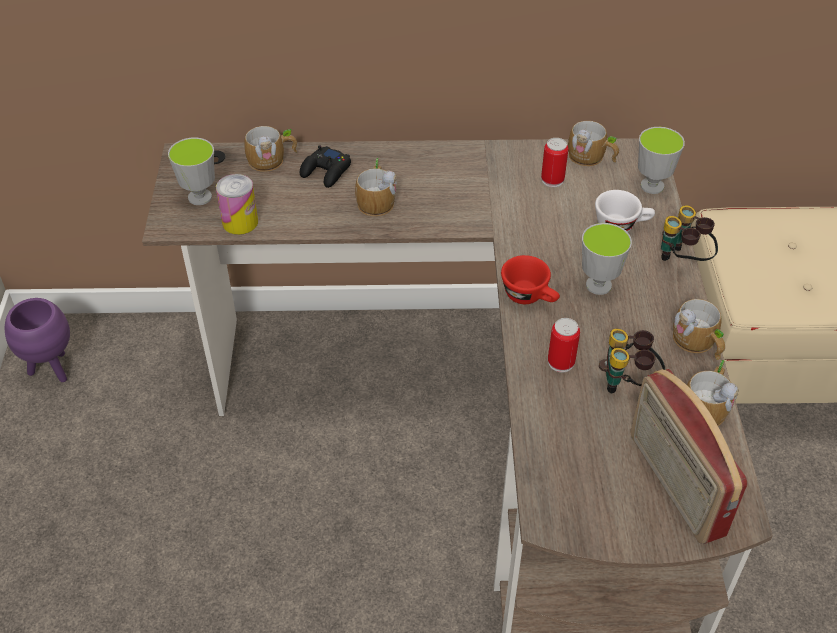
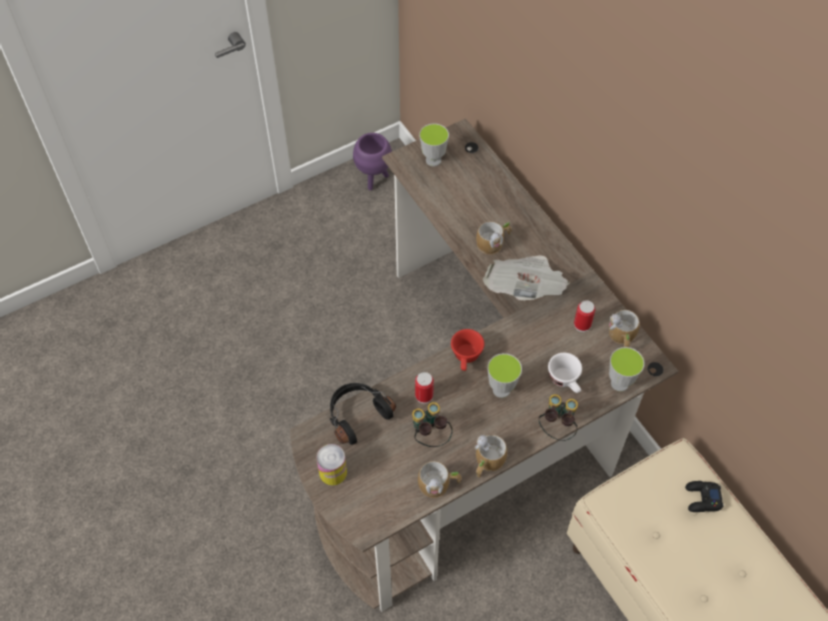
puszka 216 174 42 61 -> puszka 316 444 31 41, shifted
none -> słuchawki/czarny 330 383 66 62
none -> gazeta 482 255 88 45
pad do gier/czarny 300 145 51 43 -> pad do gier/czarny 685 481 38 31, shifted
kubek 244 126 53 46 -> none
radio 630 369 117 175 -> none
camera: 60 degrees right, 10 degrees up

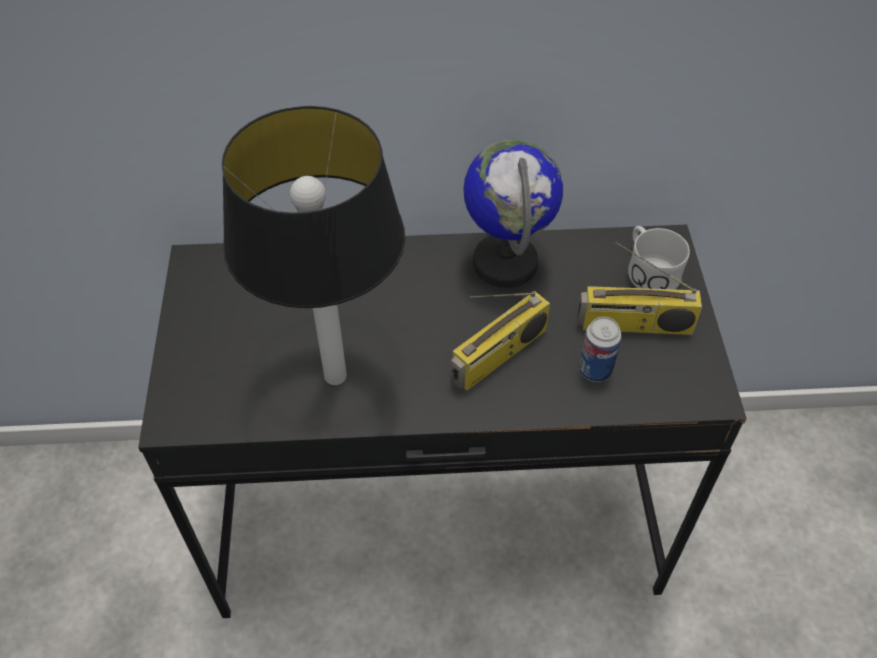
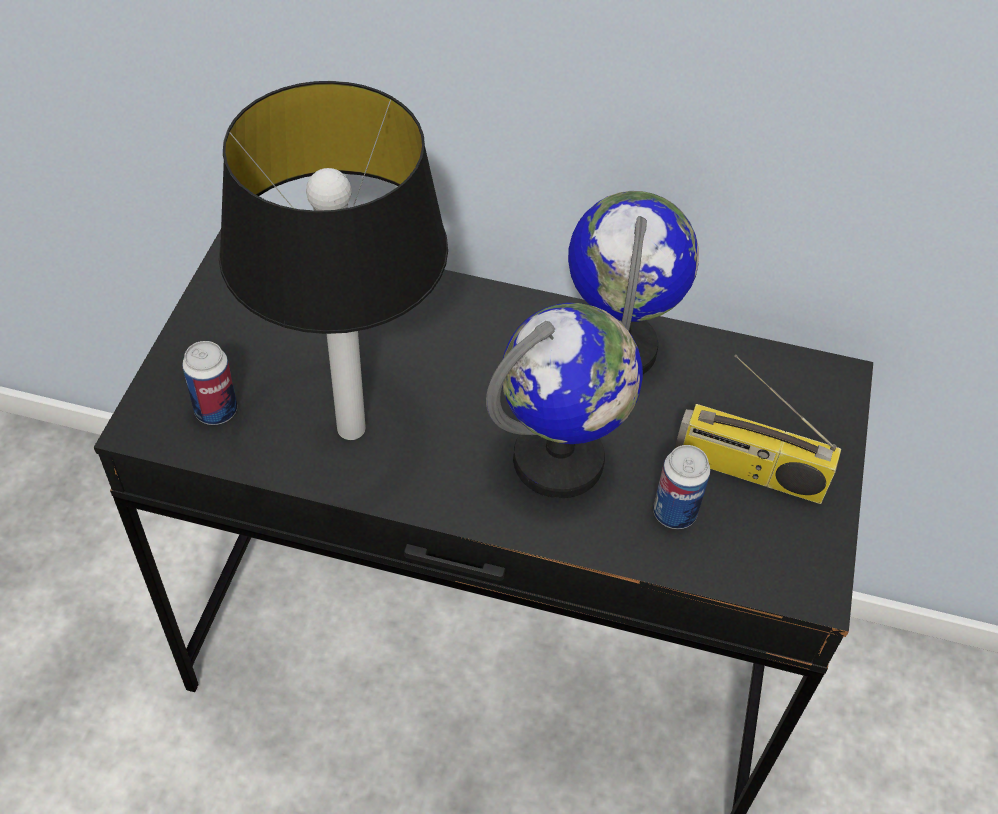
none -> puszka 182 341 55 84
radio 451 291 99 100 -> globus 486 303 157 195
kubek/biały 628 226 62 64 -> none
camera: 15 degrees right, 0 degrees up

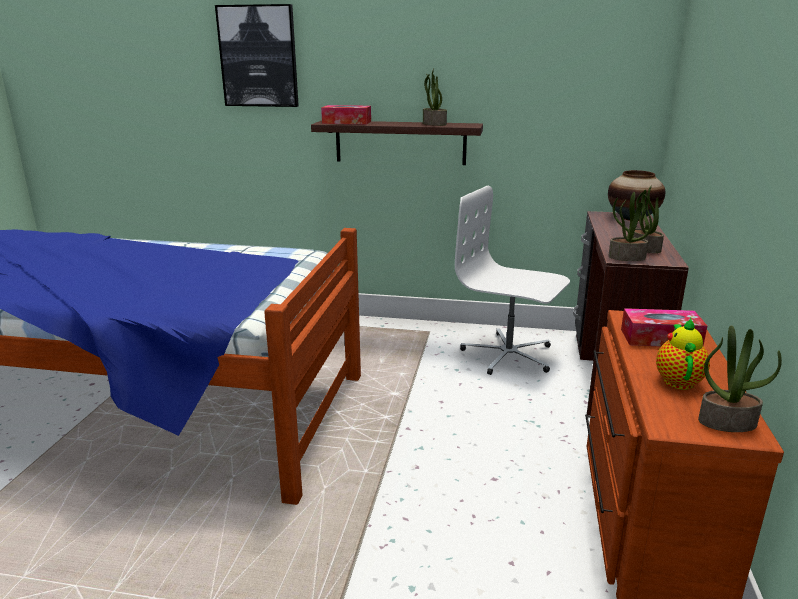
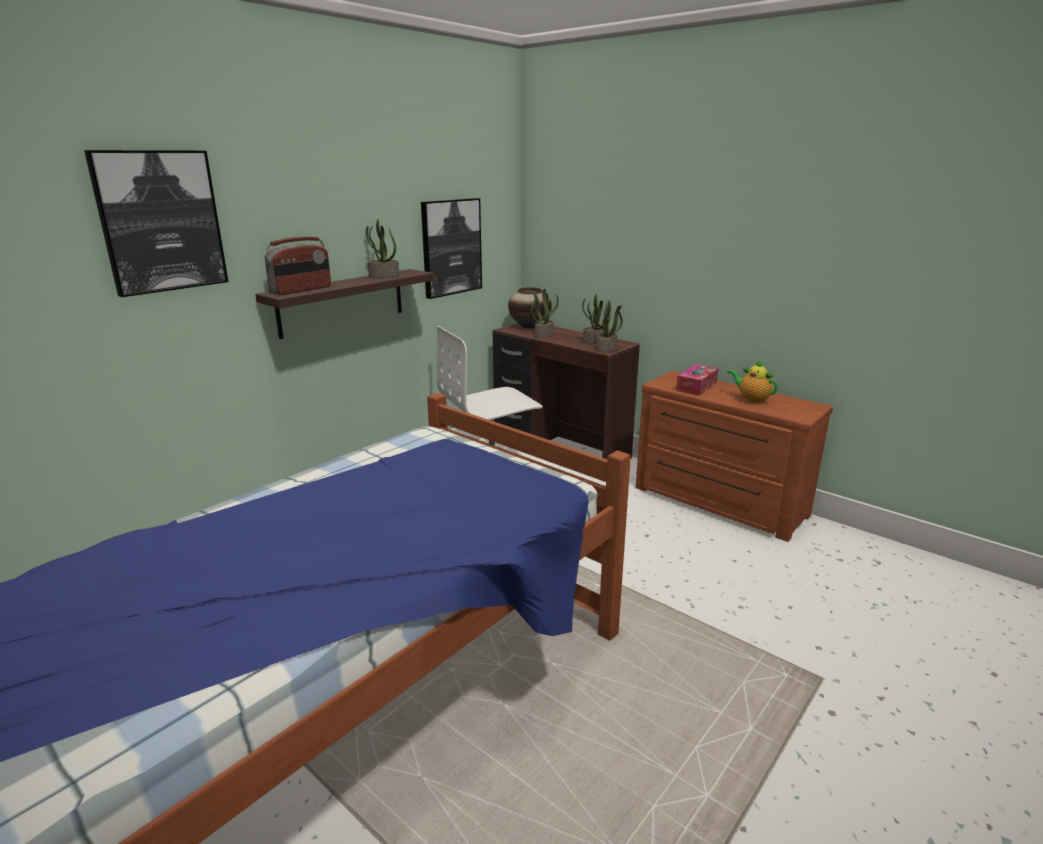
pudełko chusteczek 321 105 50 19 -> radio 265 237 66 58
none -> obraz 421 198 61 101
roślina doniczkowa 698 325 84 107 -> roślina doniczkowa 530 289 29 49, shifted
camera: 60 degrees left, 0 degrees up

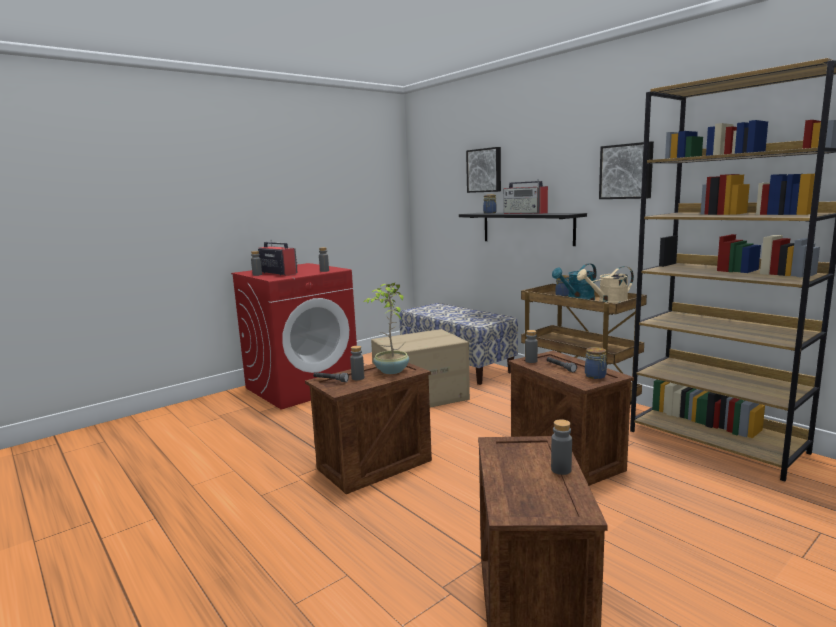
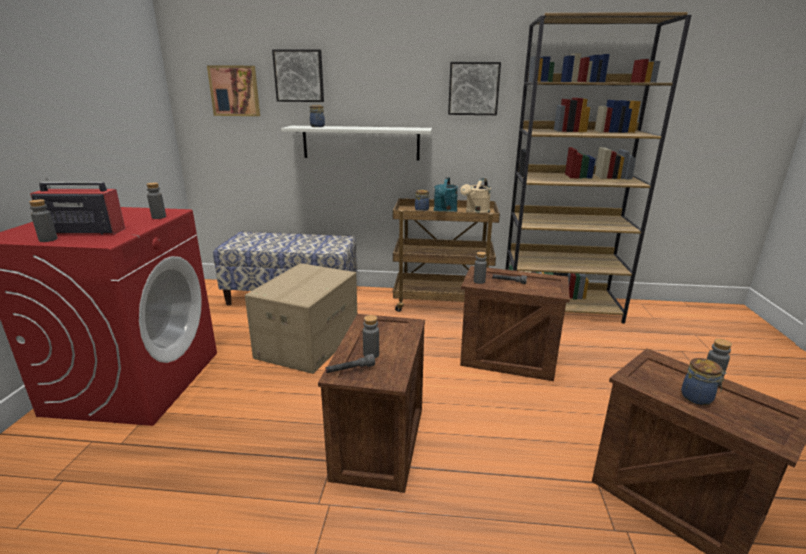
none -> obraz 207 65 53 51
półka/czarny 459 213 128 33 -> półka/biały 281 126 151 34
słoik 585 347 22 32 -> słoik 681 358 45 47, shifted
roślina doniczkowa 364 283 45 91 -> none
radio 504 179 44 35 -> none
camera: 45 degrees left, 10 degrees up

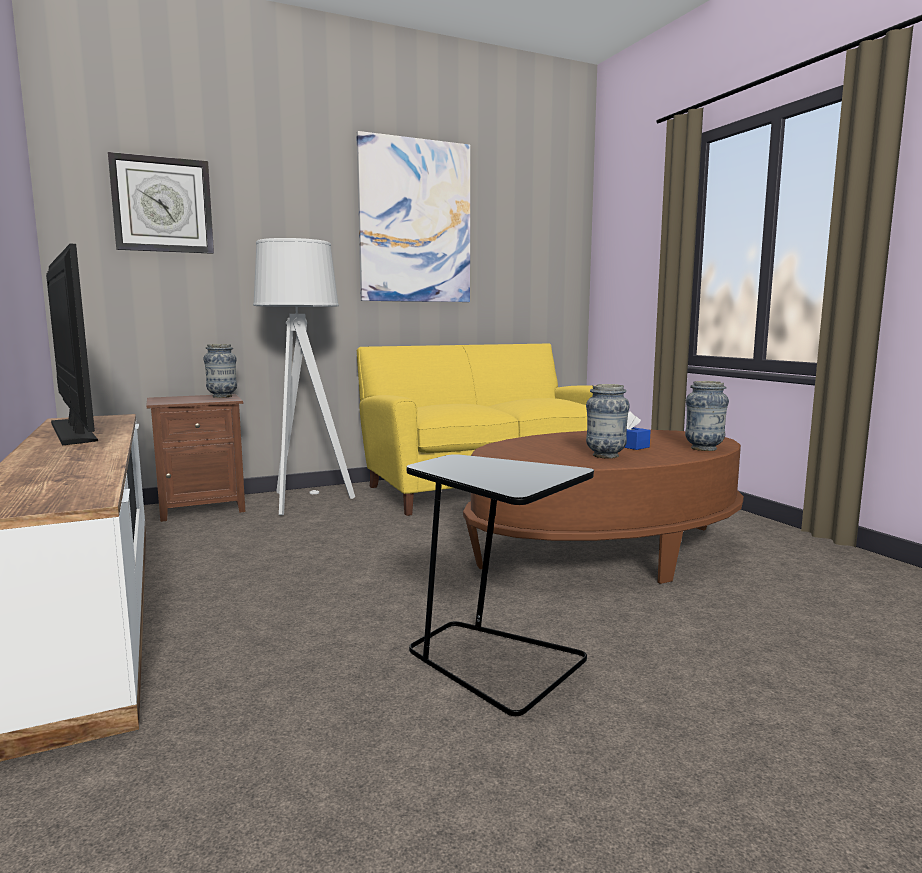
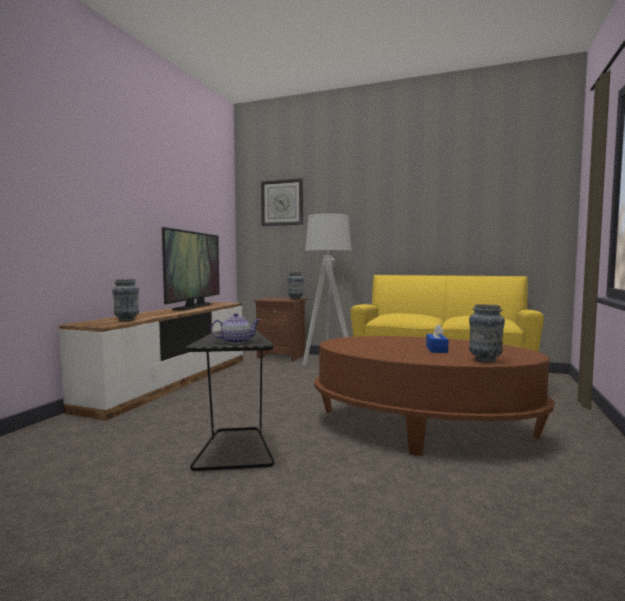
wazon 586 384 44 75 -> wazon 112 279 27 42, shifted
none -> imbryk 211 313 49 31
obraz 356 131 114 171 -> none
camera: 45 degrees right, 5 degrees down

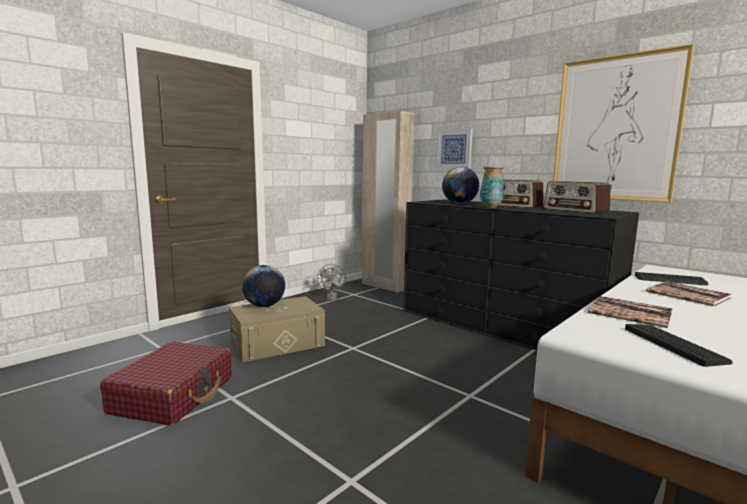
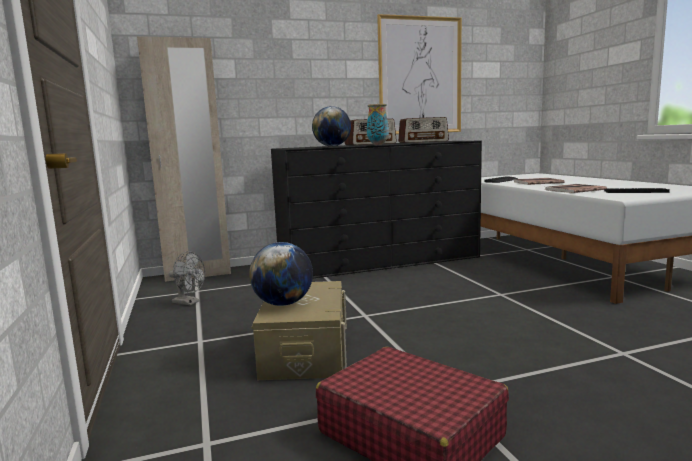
obraz 436 128 37 41 -> none
camera: 60 degrees left, 0 degrees up

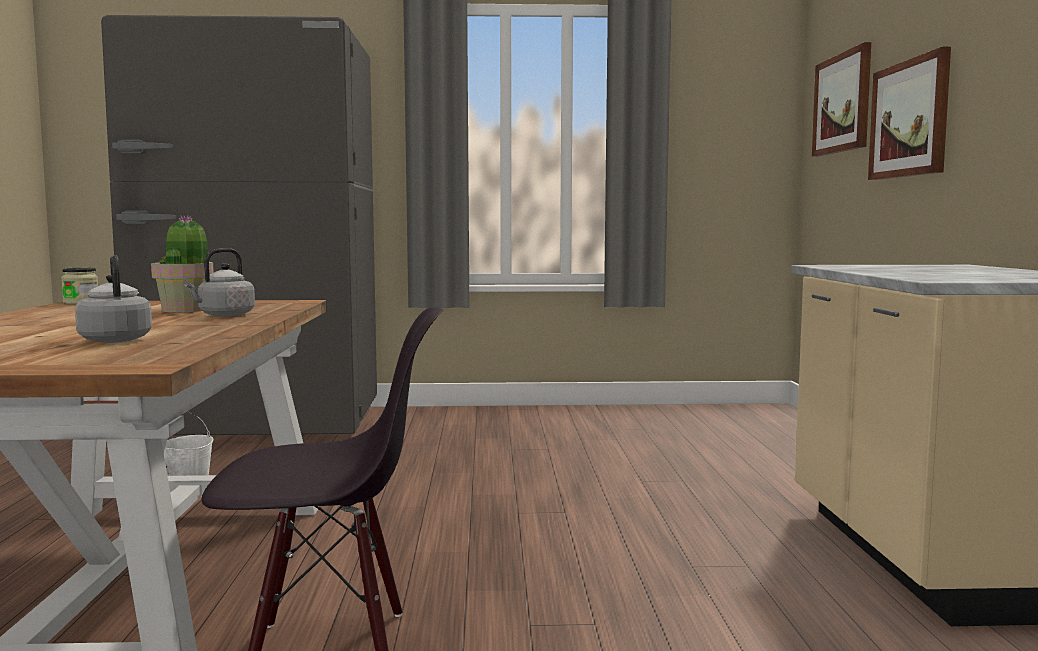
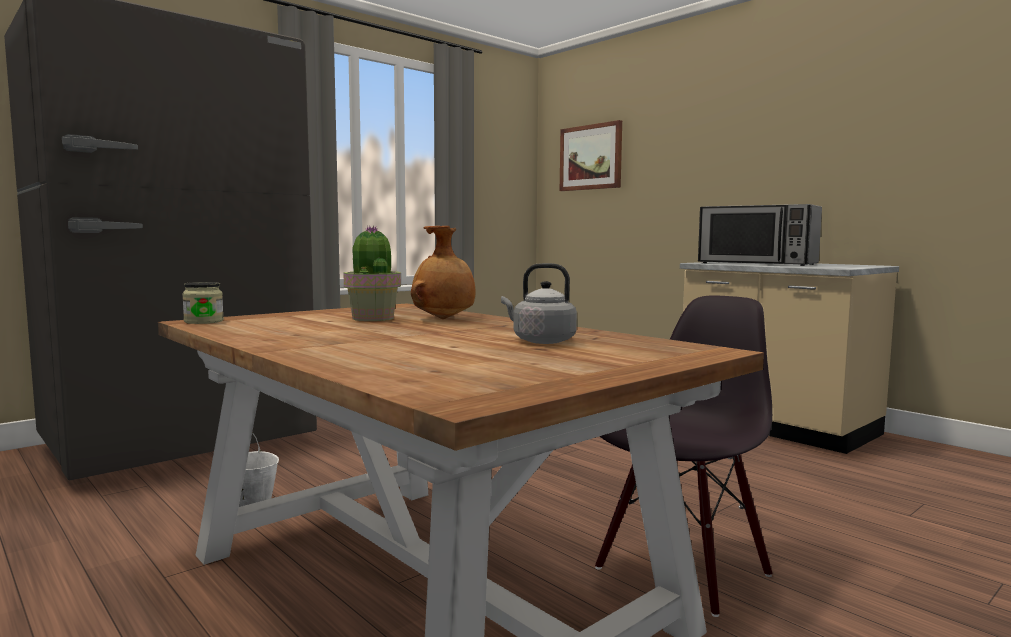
czajnik/szary 183 248 72 69 -> wazon/brązowy 411 226 64 93
none -> mikrofalówka 698 204 124 62
obraz 868 47 83 133 -> none
camera: 40 degrees left, 0 degrees up

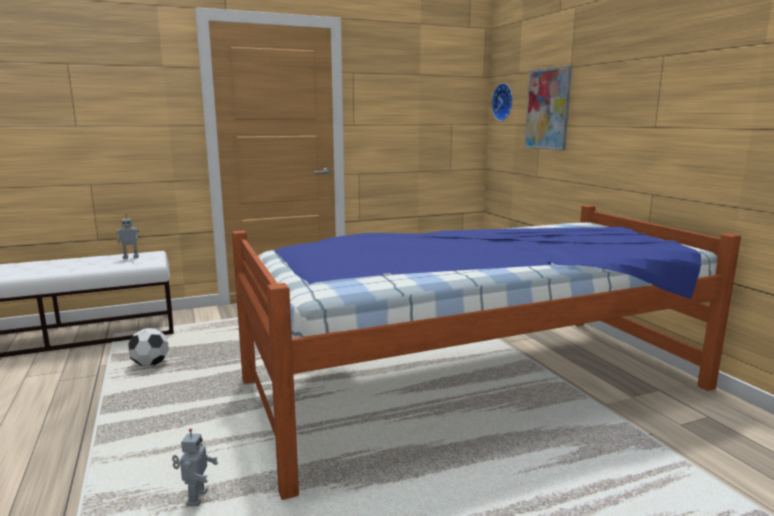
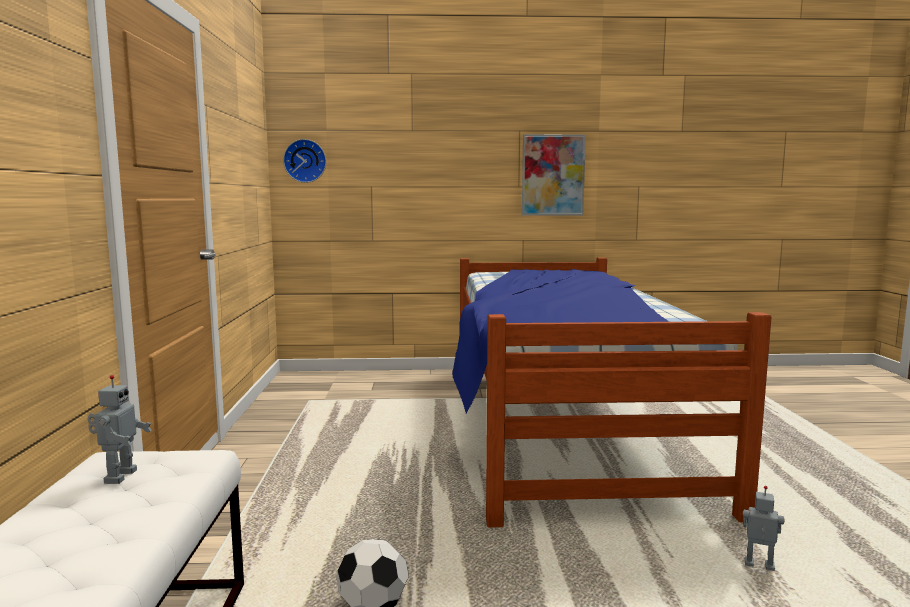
obraz 525 65 47 86 -> obraz 522 134 64 82, shifted
camera: 70 degrees left, 5 degrees down

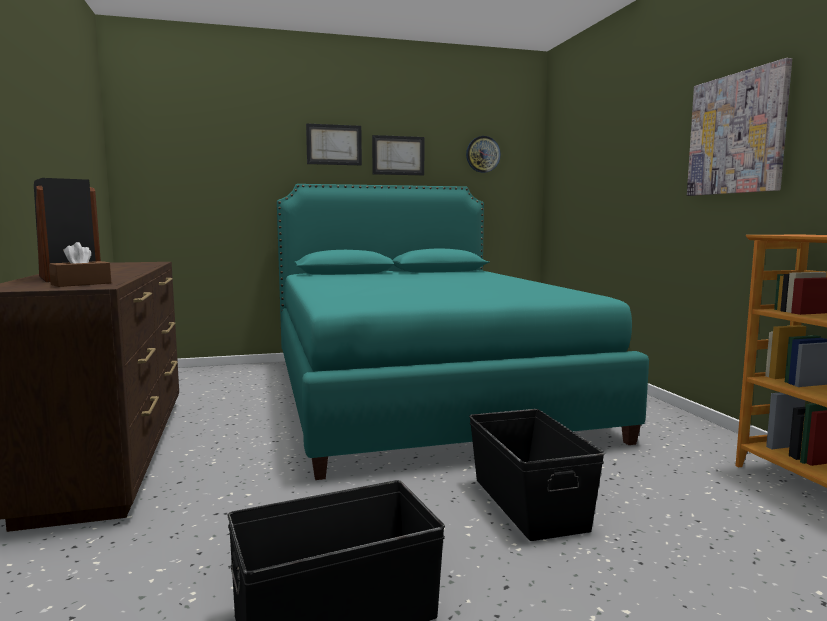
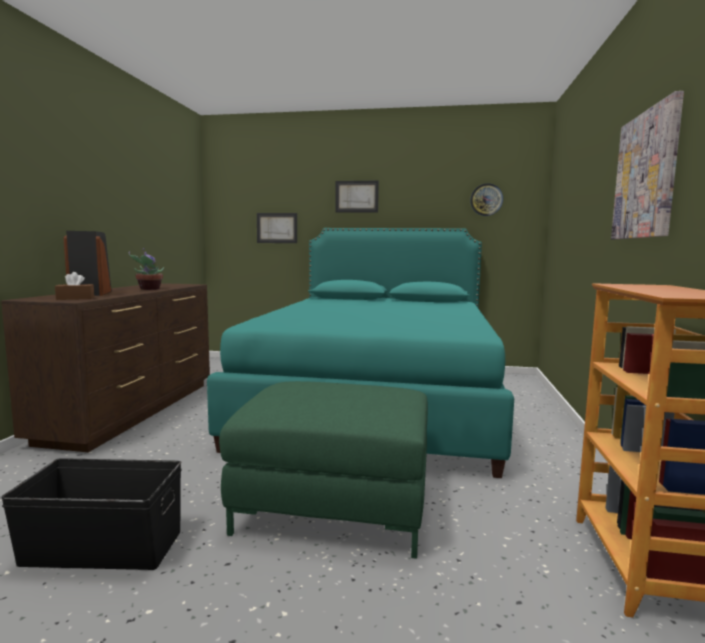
none -> roślina doniczkowa 129 248 35 42
pojemnik do przechowywania/czarny 469 409 136 132 -> pufa/zielony 219 381 209 178
obraz 372 135 52 40 -> obraz 257 213 40 30, shifted
camera: 25 degrees right, 0 degrees up

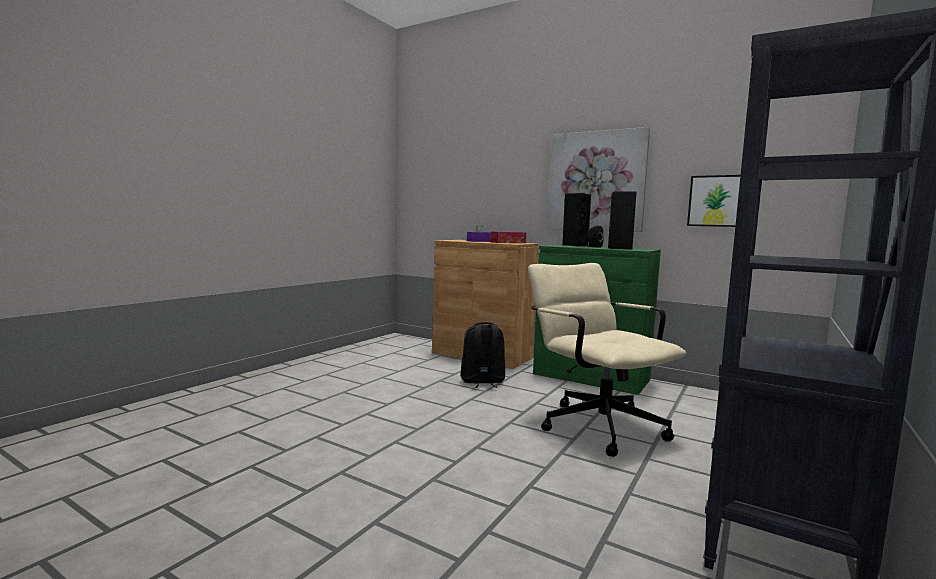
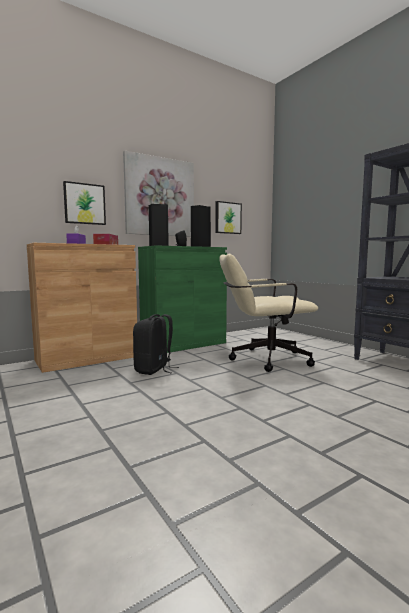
none -> obraz 63 181 43 44
camera: 65 degrees left, 0 degrees up

